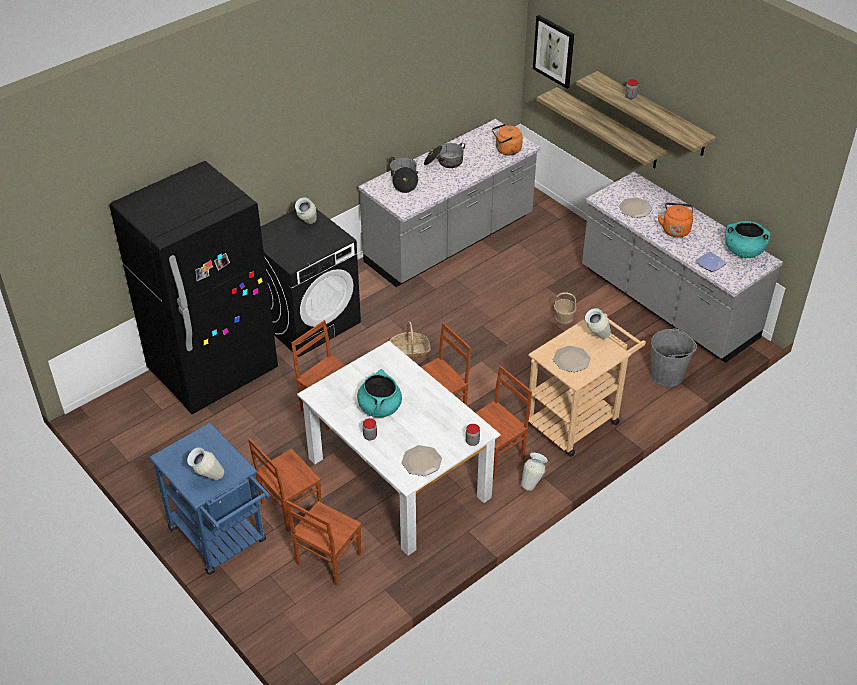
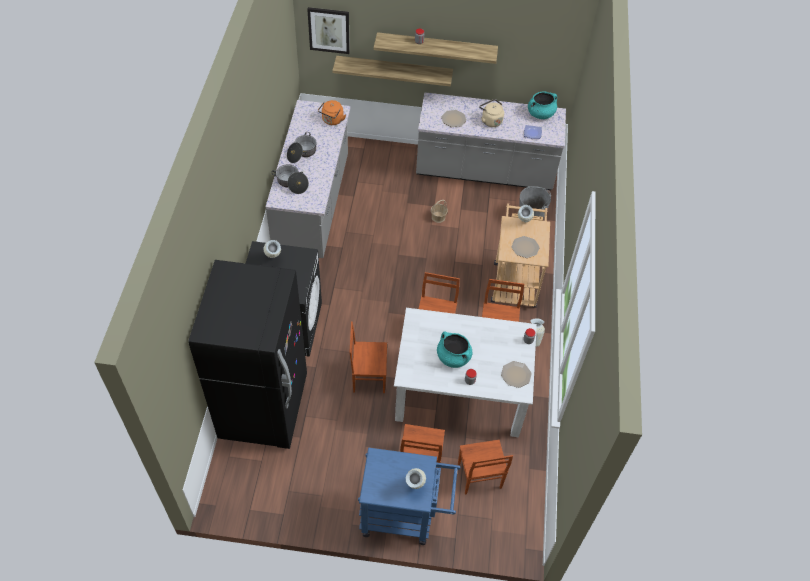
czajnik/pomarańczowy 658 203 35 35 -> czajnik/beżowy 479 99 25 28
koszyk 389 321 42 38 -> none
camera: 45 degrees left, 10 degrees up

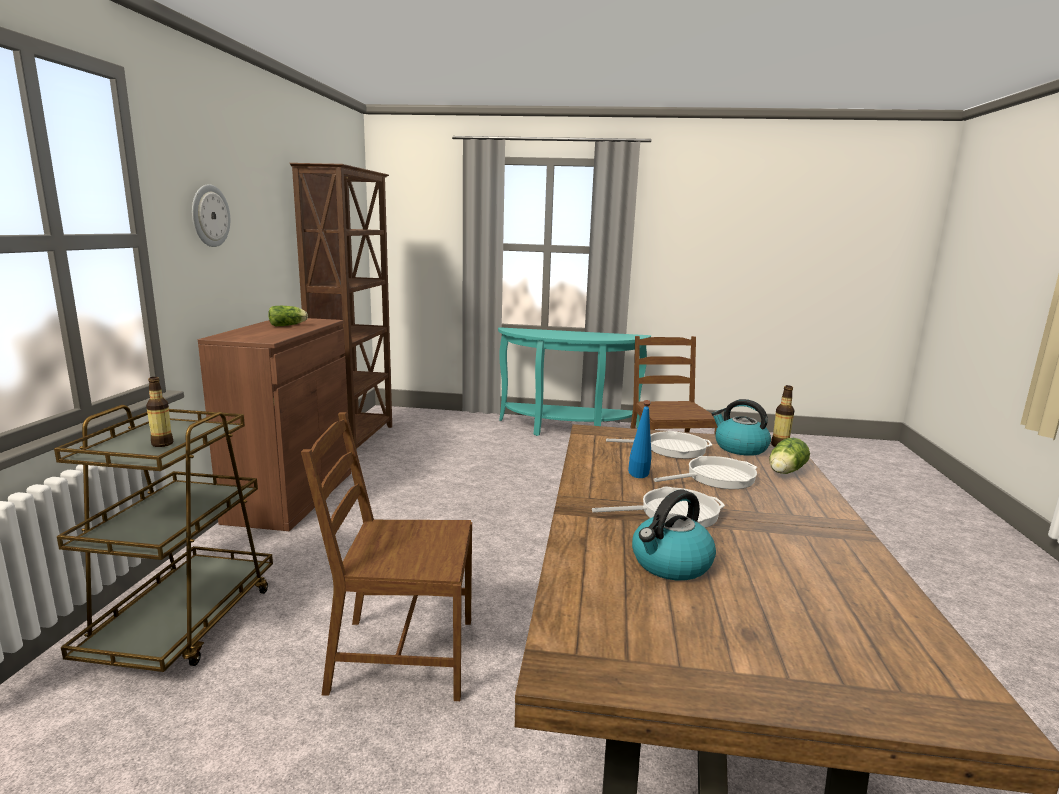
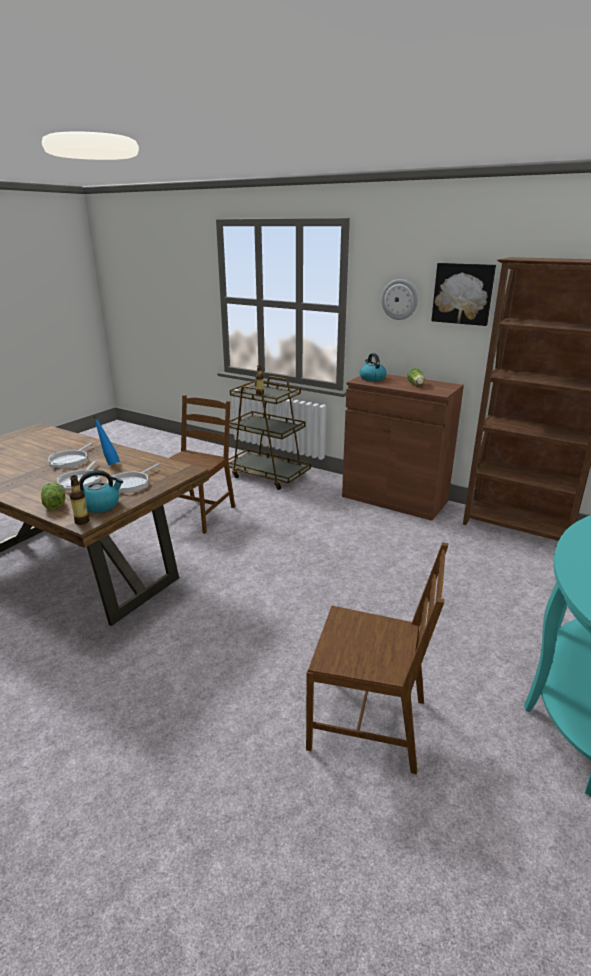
czajnik 632 490 84 91 -> czajnik 360 353 26 28, shifted
none -> obraz 431 263 65 63
camera: 115 degrees right, 10 degrees up

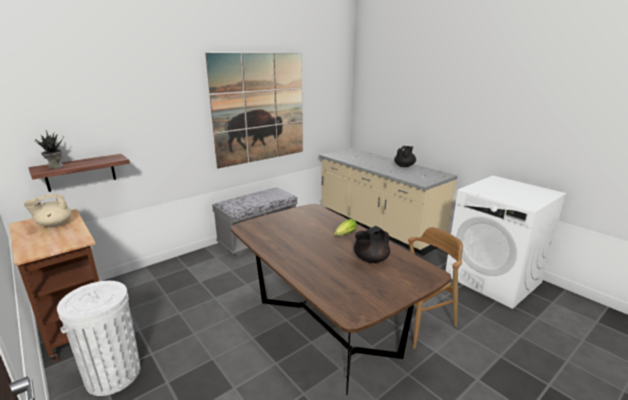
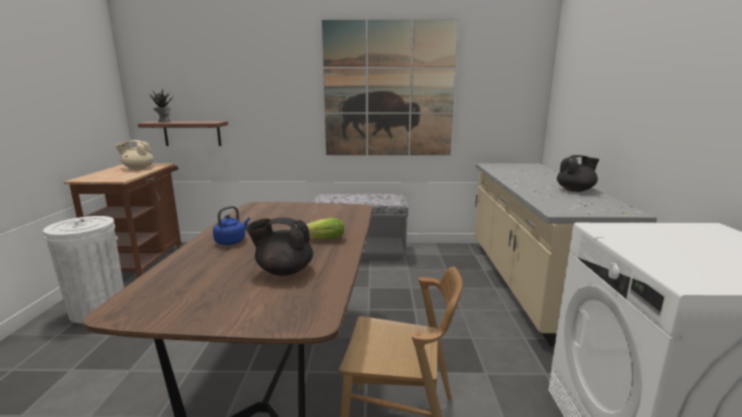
none -> czajnik/niebieski 213 206 37 39
camera: 40 degrees right, 5 degrees down

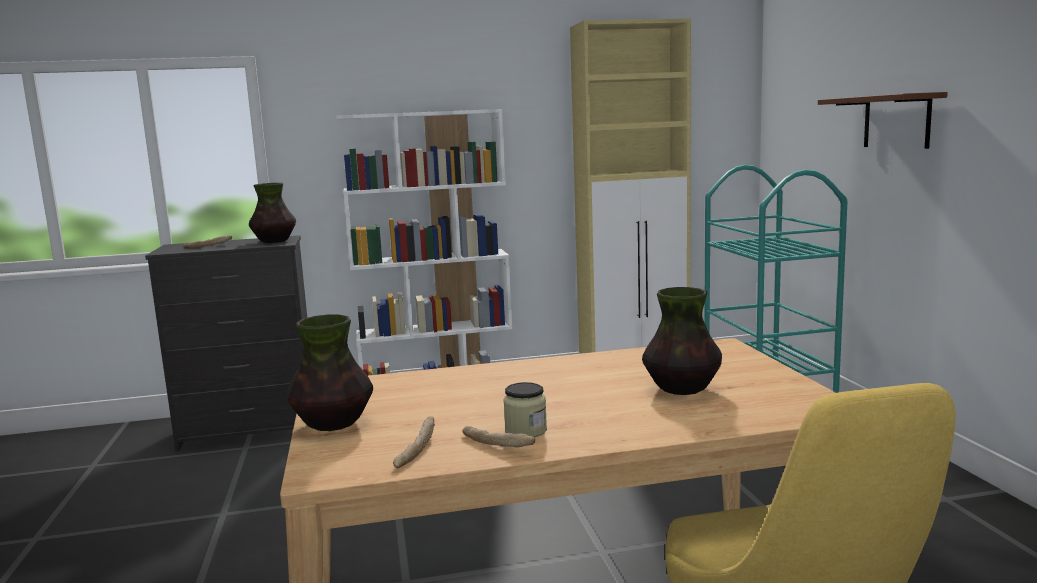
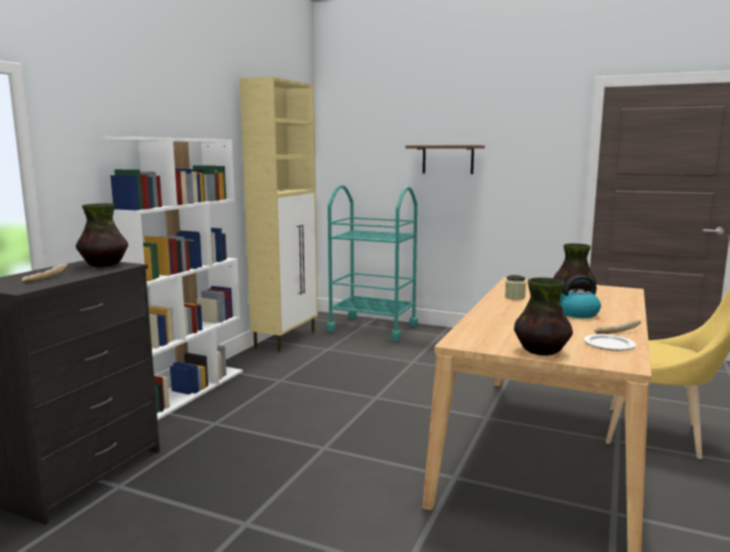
słoik 504 382 43 55 -> słoik 505 275 21 25, shifted
none -> czajnik 560 275 41 43
chleb 393 416 42 52 -> talerz 584 334 52 17
camera: 55 degrees left, 0 degrees up

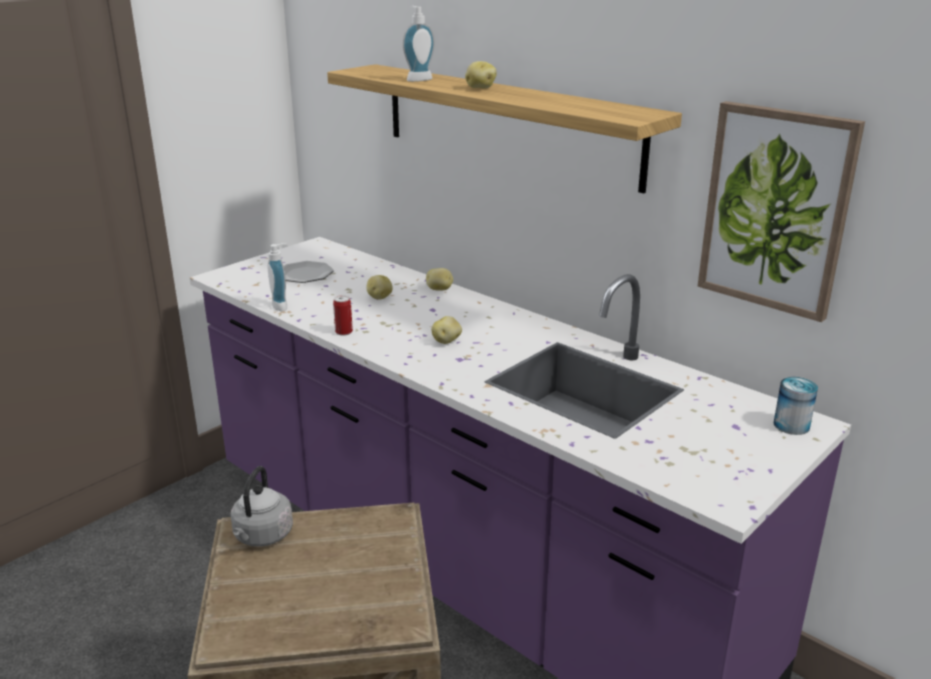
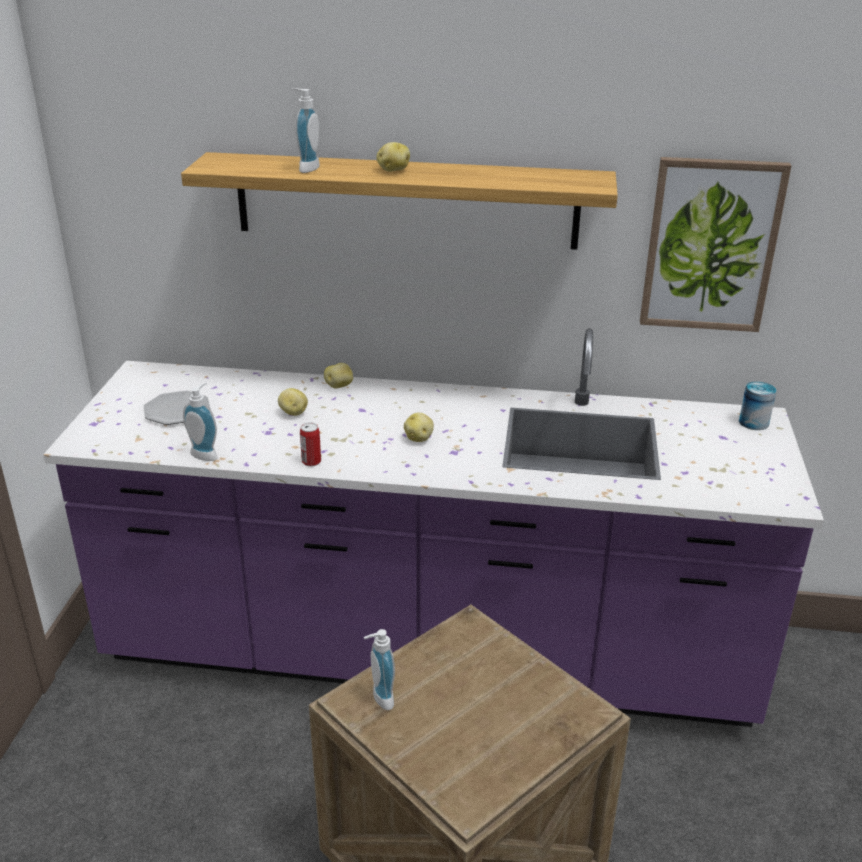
czajnik/szary 231 466 62 81 -> dozownik mydła 364 629 31 81
camera: 35 degrees left, 5 degrees up

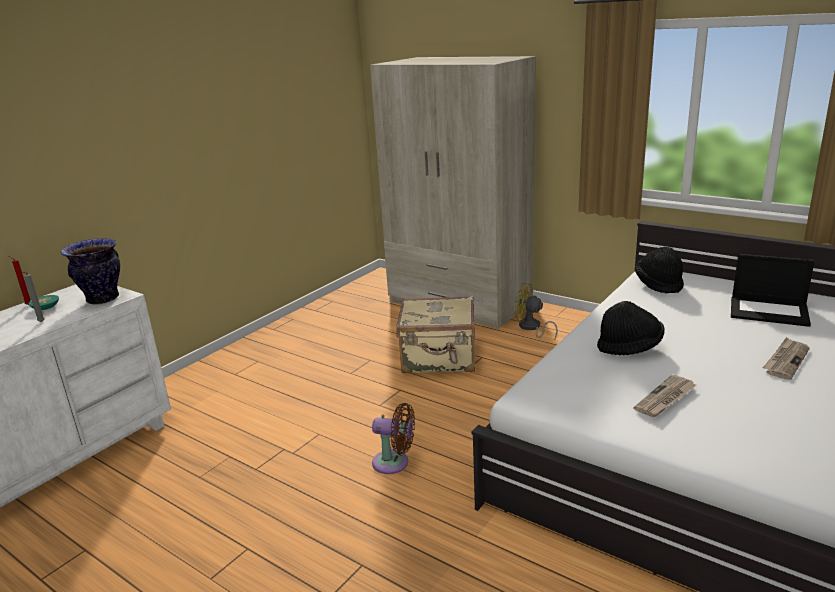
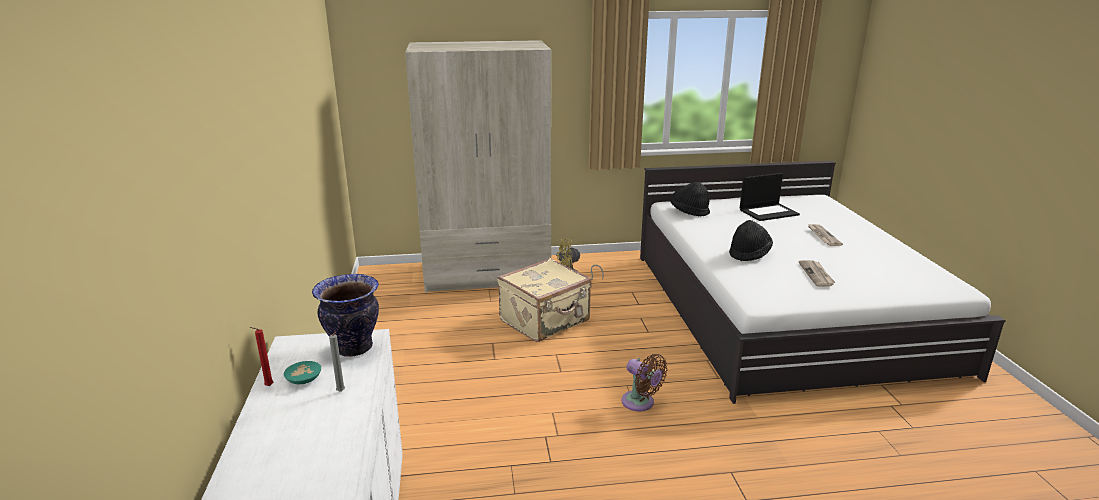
wentylator/brązowy 372 403 43 71 -> wentylator/brązowy 622 354 45 57, 75 degrees clockwise
camera: 45 degrees left, 0 degrees up

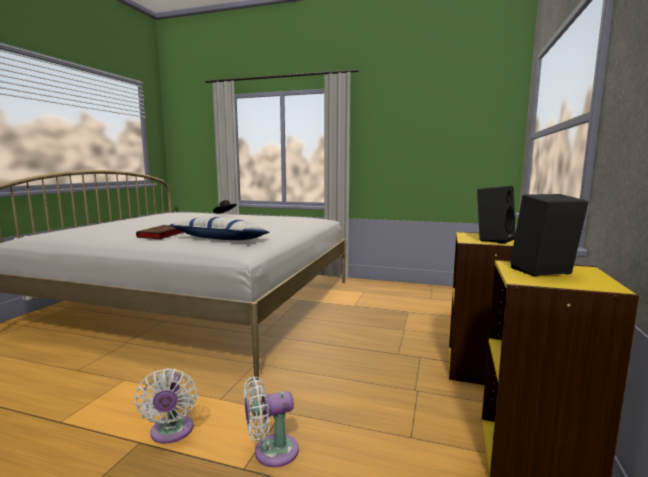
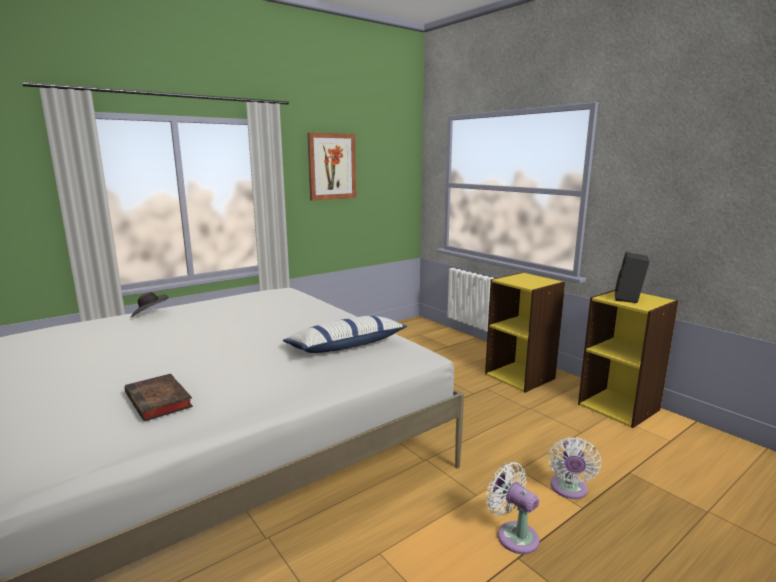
książka 136 225 47 14 -> książka 124 374 69 47, shifted
none -> obraz 307 133 49 68
wentylator/biały 134 368 64 76 -> wentylator/biały 486 462 54 92, 150 degrees counterclockwise
głośnik/czarny 477 186 39 58 -> none
camera: 55 degrees left, 5 degrees up

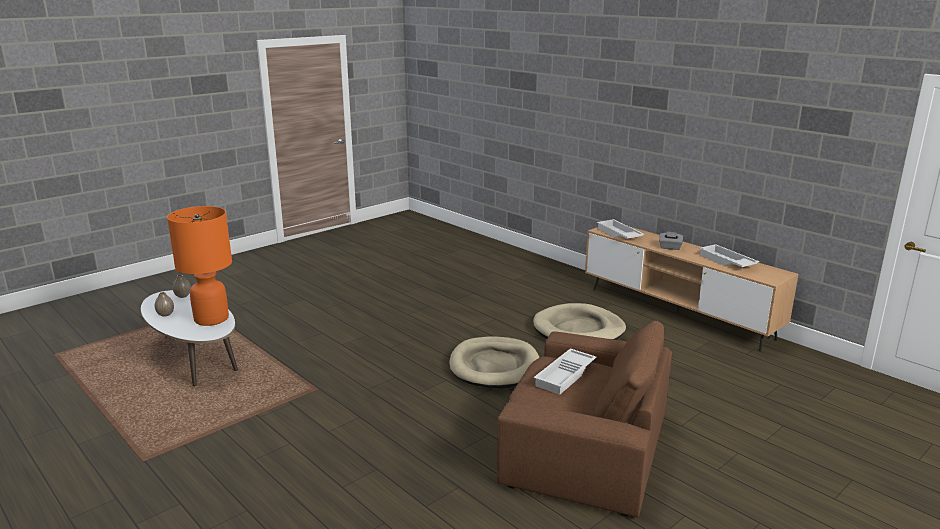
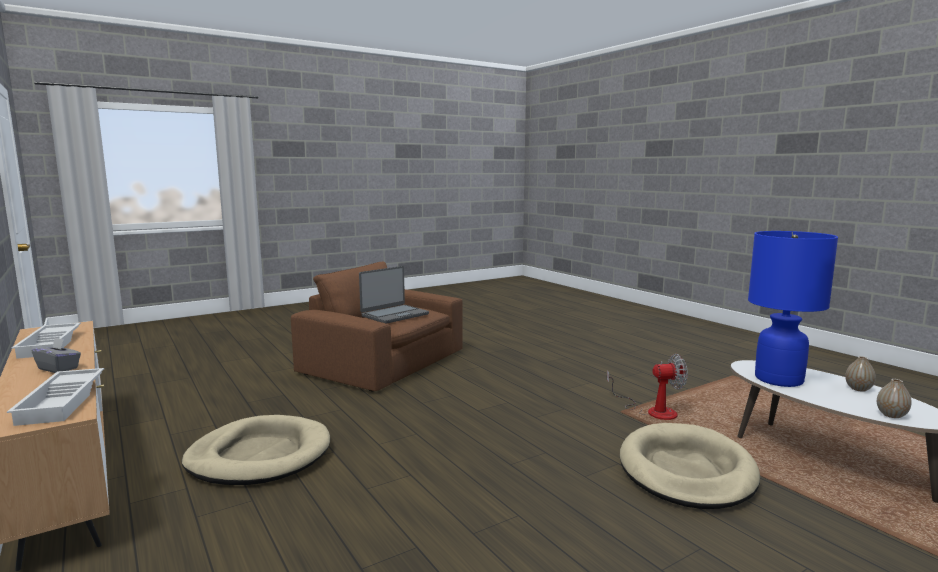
taca/biały 534 348 62 47 -> laptop 359 266 70 58
none -> wentylator 607 354 81 66
legowisko/beżowy 449 337 90 52 -> legowisko/beżowy 620 423 140 86, shifted
lampa stołowa/pomarańczowy 167 206 65 120 -> lampa stołowa/niebieski 748 231 90 156
camera: 170 degrees left, 10 degrees down

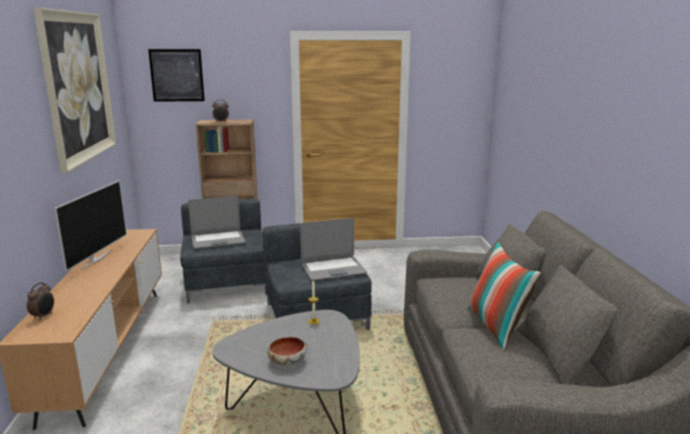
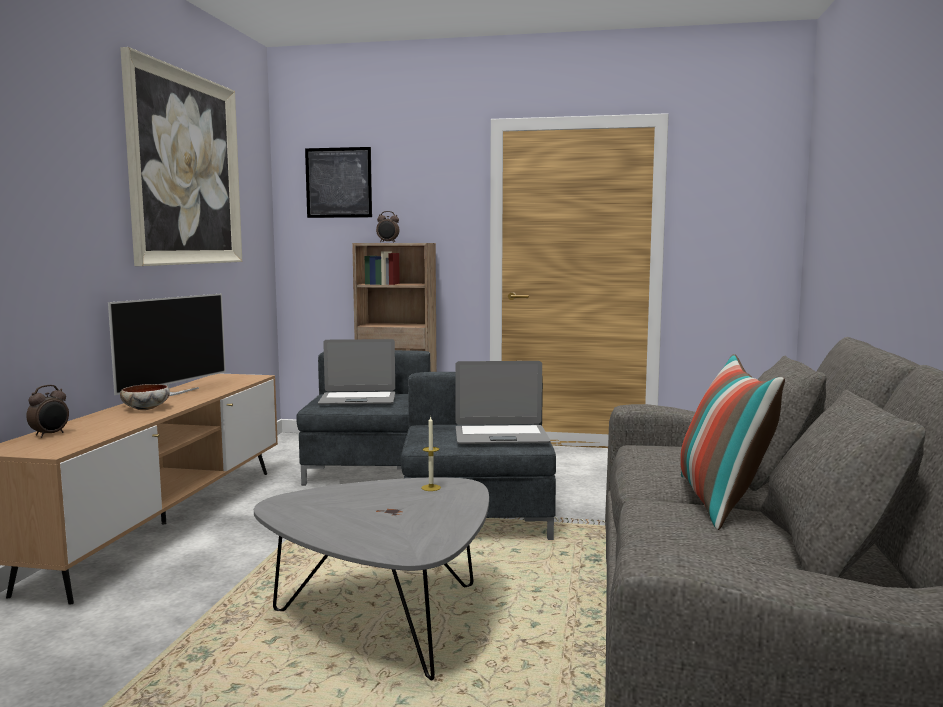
miska 268 337 39 29 -> miska 120 384 50 26, shifted
camera: 15 degrees right, 10 degrees down

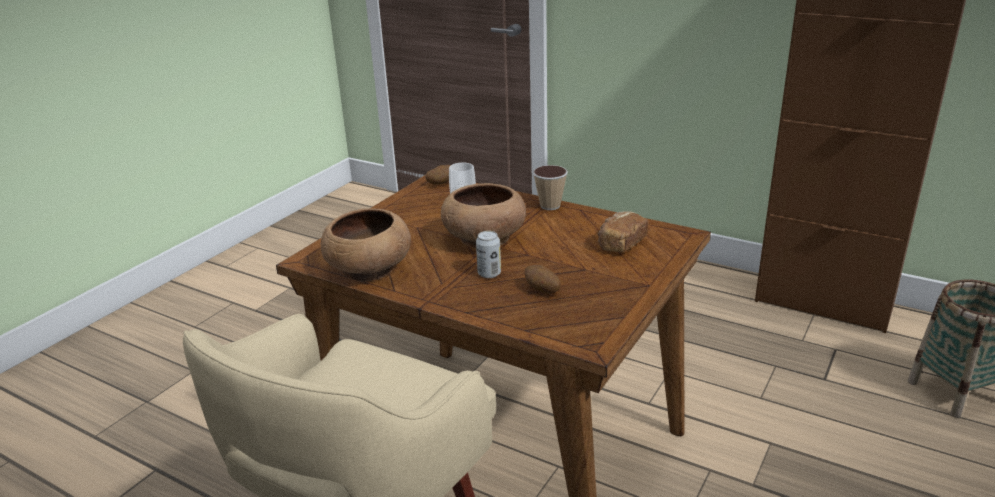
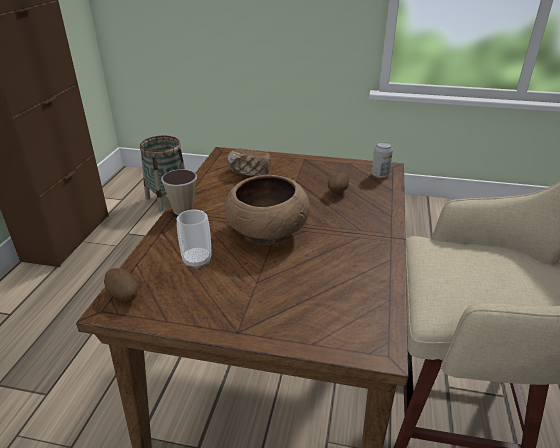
puszka 476 231 25 47 -> puszka 372 142 21 36, shifted
miska/brązowy 321 208 90 73 -> none
camera: 110 degrees left, 5 degrees up

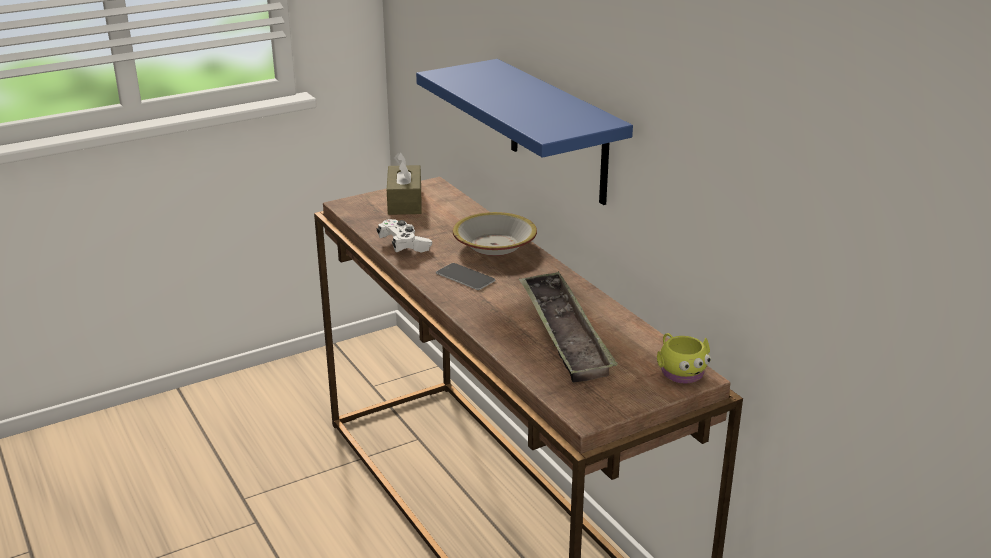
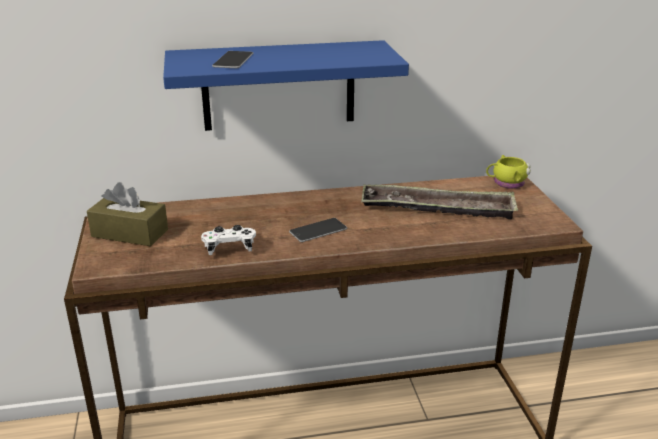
none -> telefon 212 51 41 17
miska 453 212 84 44 -> none
camera: 70 degrees left, 0 degrees up

